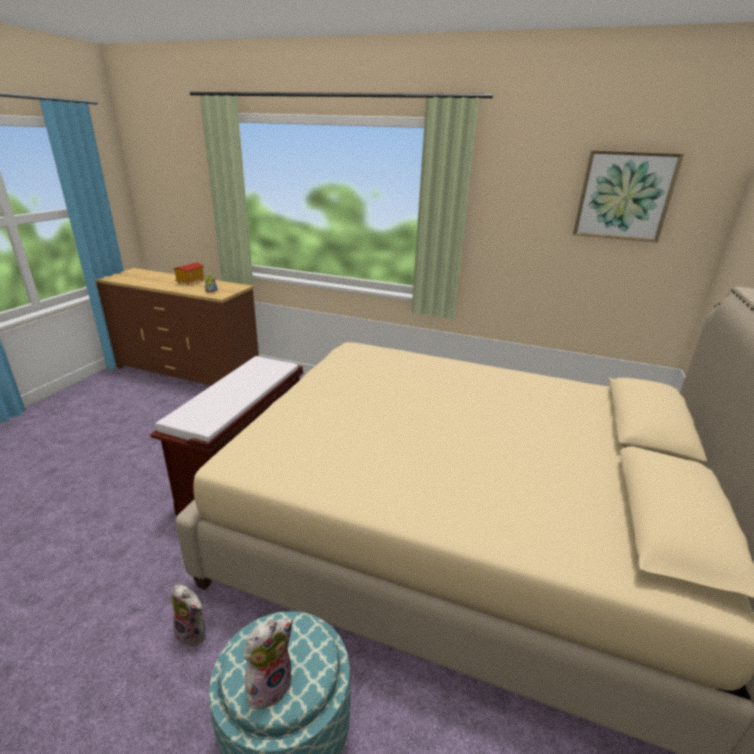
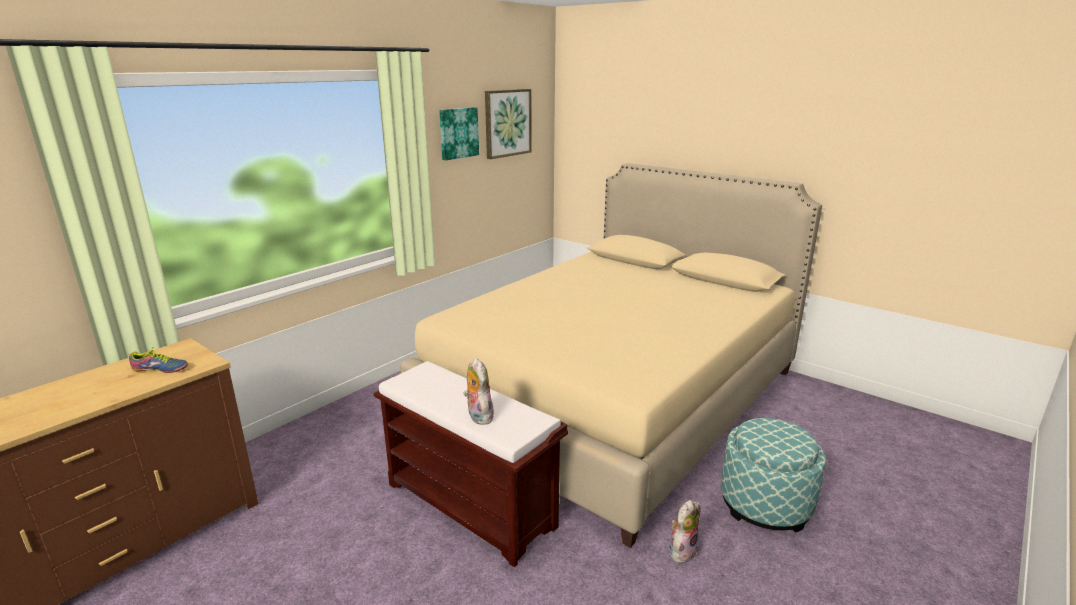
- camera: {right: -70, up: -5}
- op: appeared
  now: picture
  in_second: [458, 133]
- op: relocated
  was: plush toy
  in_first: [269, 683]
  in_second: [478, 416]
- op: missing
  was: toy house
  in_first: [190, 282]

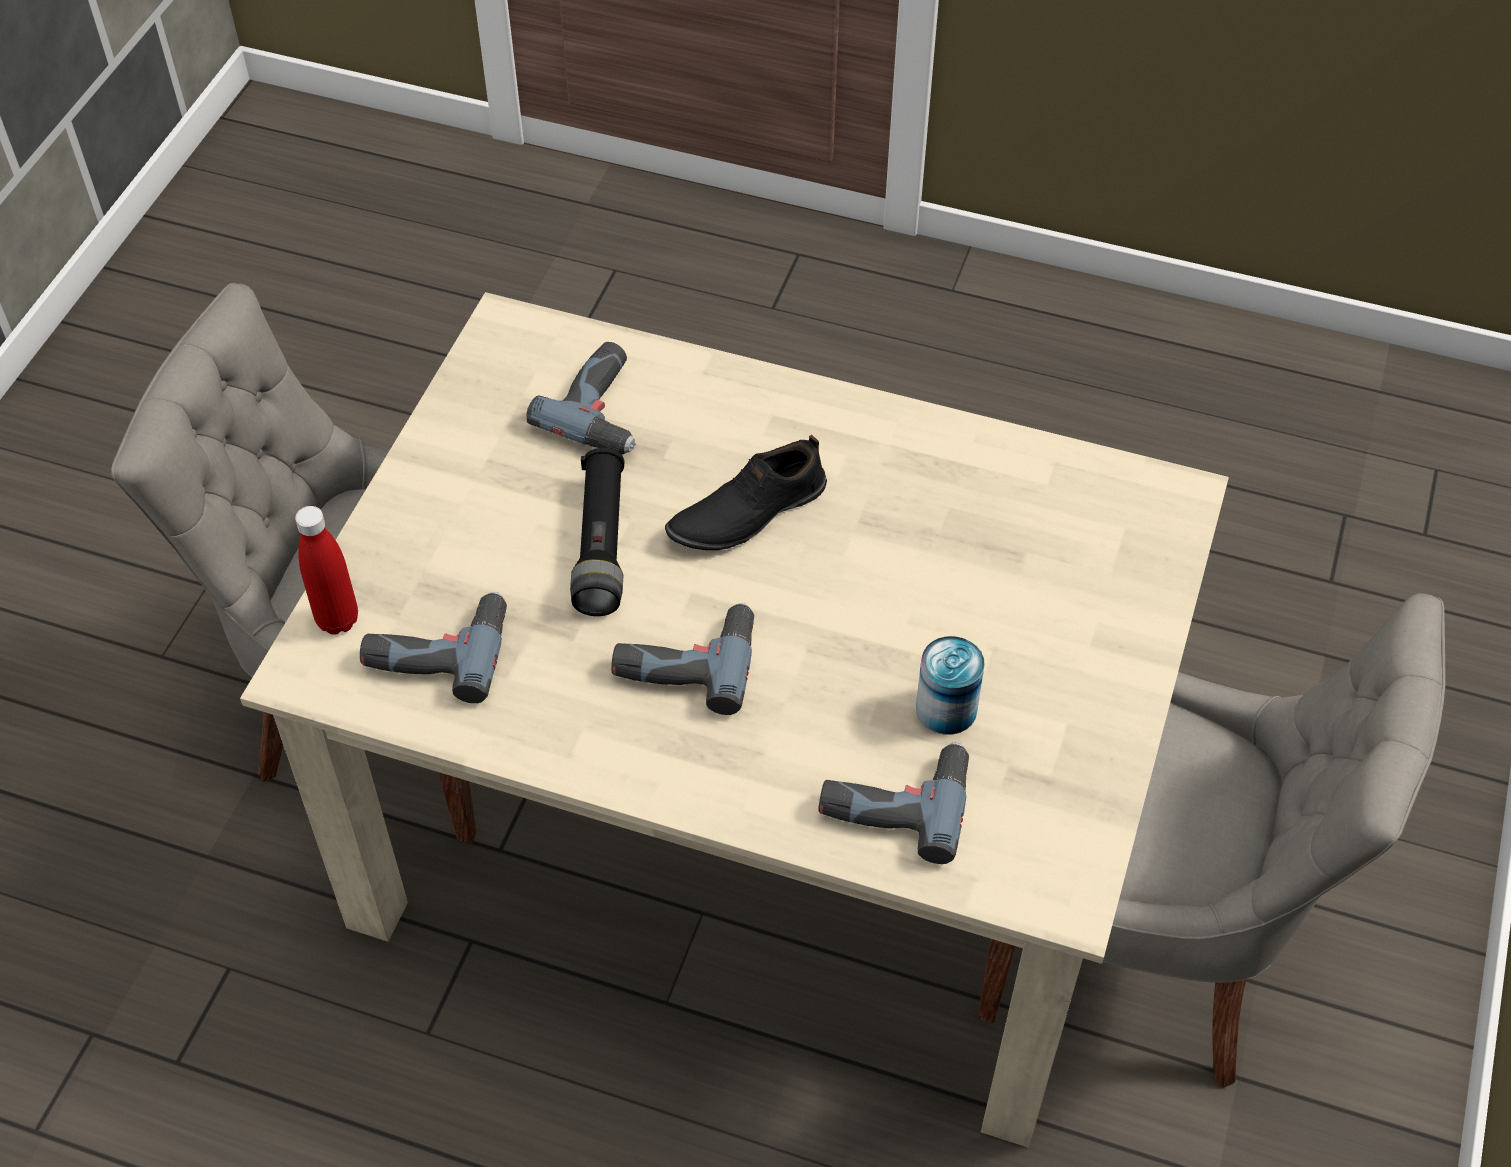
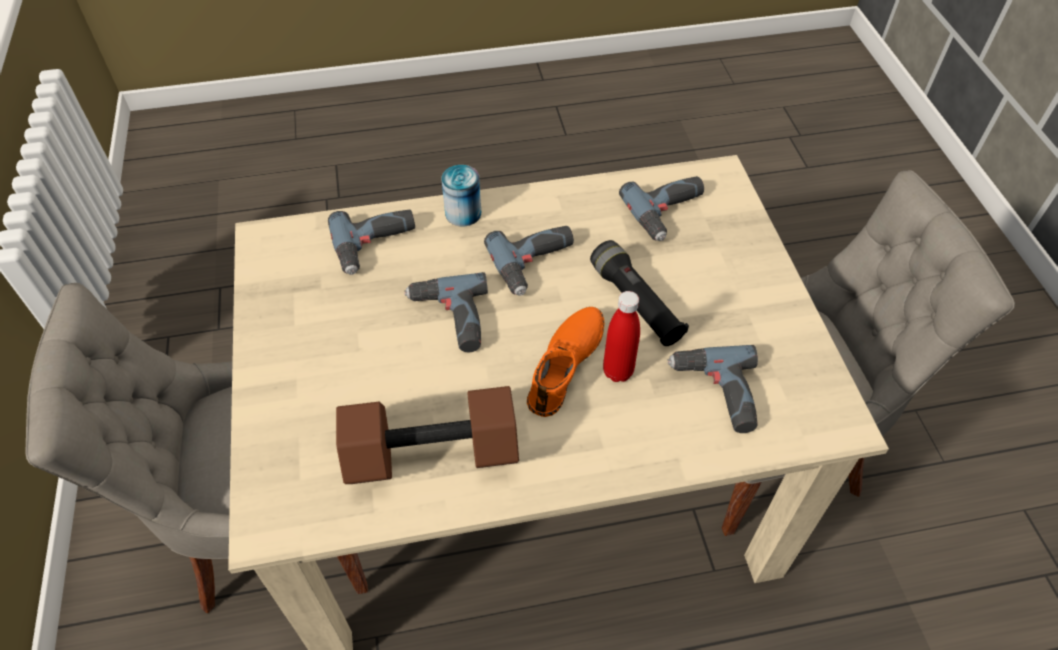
- camera: {right: 150, up: 0}
- op: appeared
  now: dumbbell in brown
  in_second: [431, 457]
- op: appeared
  now: power drill
  in_second: [449, 320]
- op: relocated
  was: can
  in_first: [946, 709]
  in_second: [463, 213]
- op: colour
  was: shoe in black
  now: shoe in orange
  in_first: [746, 512]
  in_second: [566, 365]
- op: relocated
  was: bottle in red
  in_first: [337, 620]
  in_second: [618, 371]

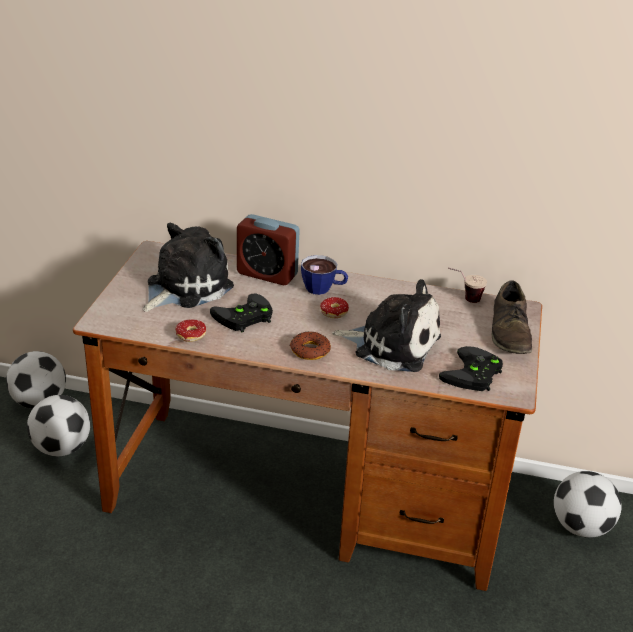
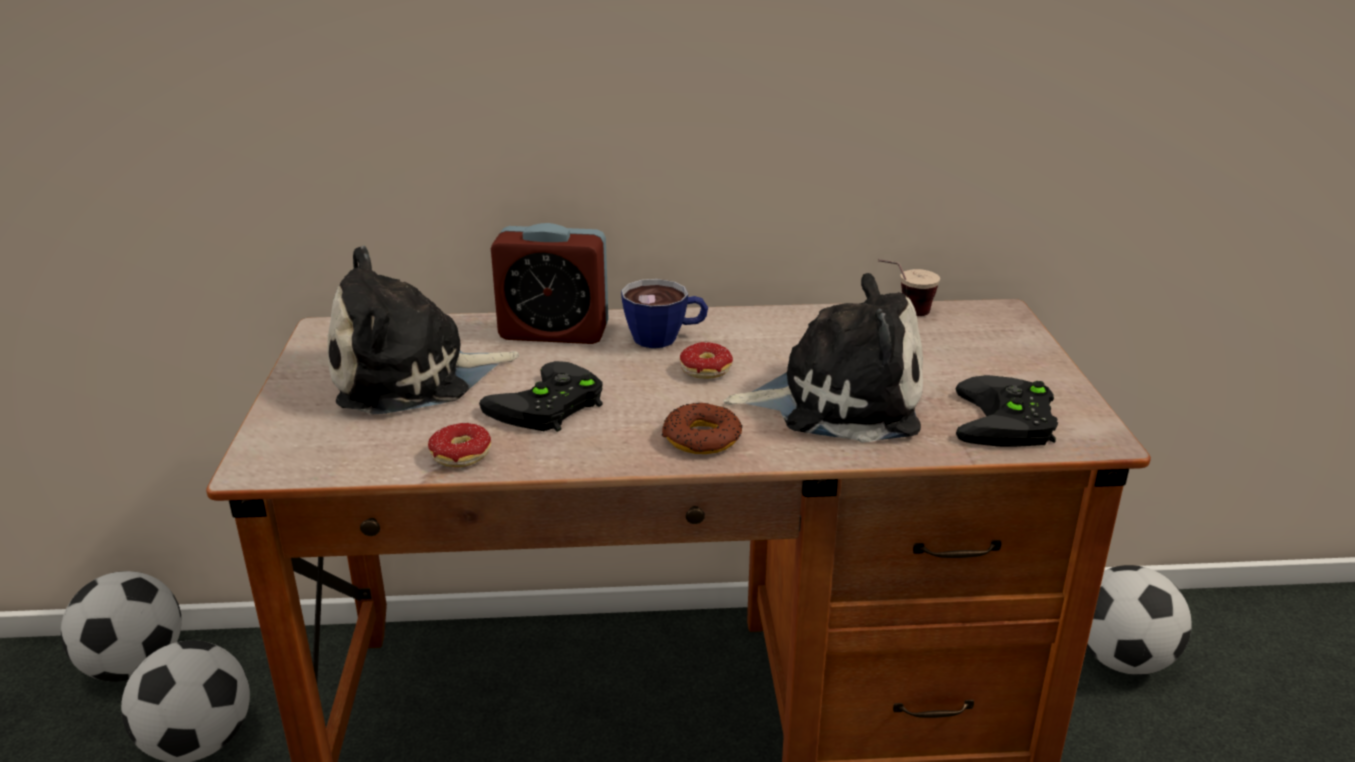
- camera: {right: -15, up: -5}
- op: spun
  was: plush toy
  in_first: [185, 287]
  in_second: [412, 377]
  clockwise: -135
- op: missing
  was: shoe in brown
  in_first: [510, 331]

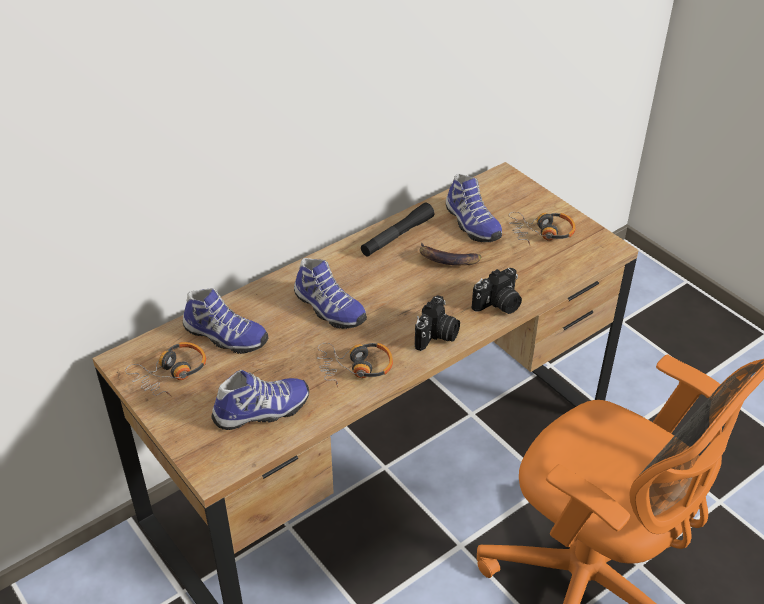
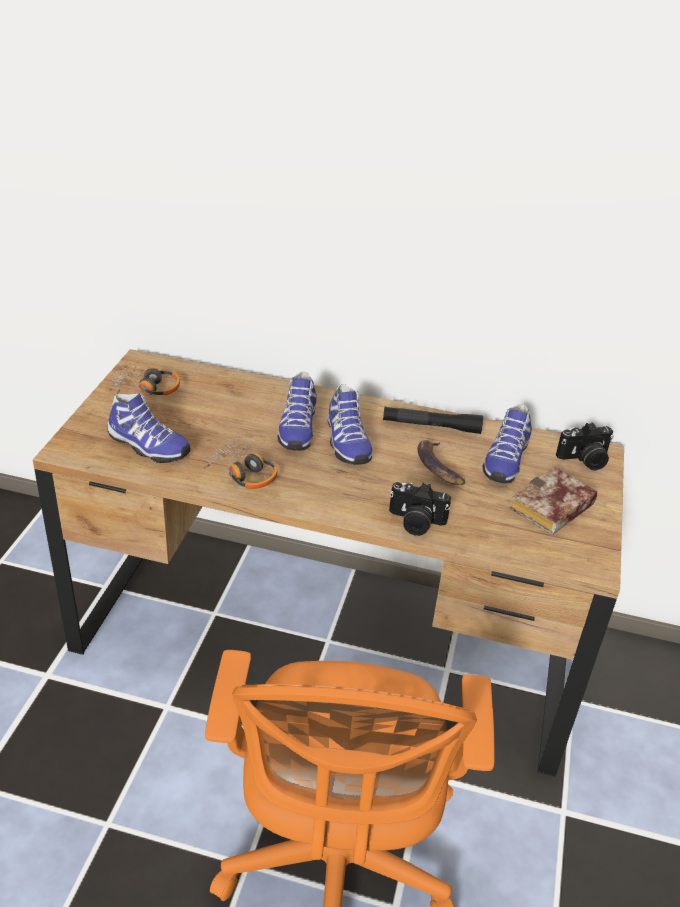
- camera: {right: 50, up: -5}
- op: relocated
  was: shoe
  in_first: [224, 337]
  in_second: [346, 442]
- op: exchanged
  was: headphones
  now: book
  in_first: [541, 233]
  in_second: [552, 510]
- op: relocated
  was: photo camera
  in_first: [437, 336]
  in_second: [584, 460]

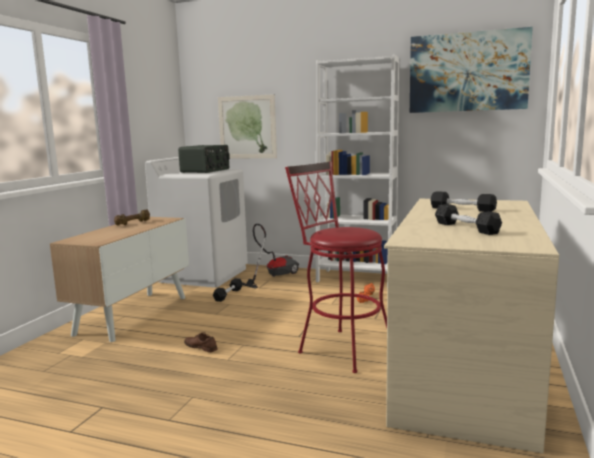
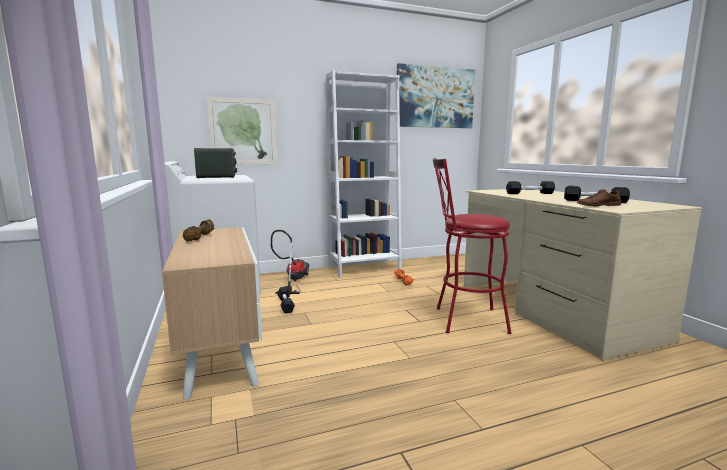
- camera: {right: -40, up: 0}
- op: relocated
  was: shoe in brown
  in_first: [200, 347]
  in_second: [598, 205]

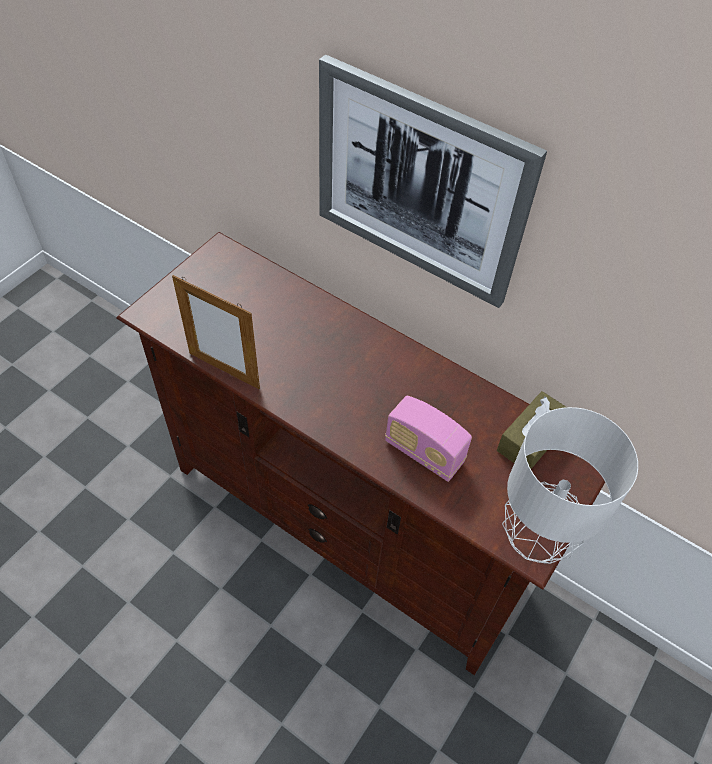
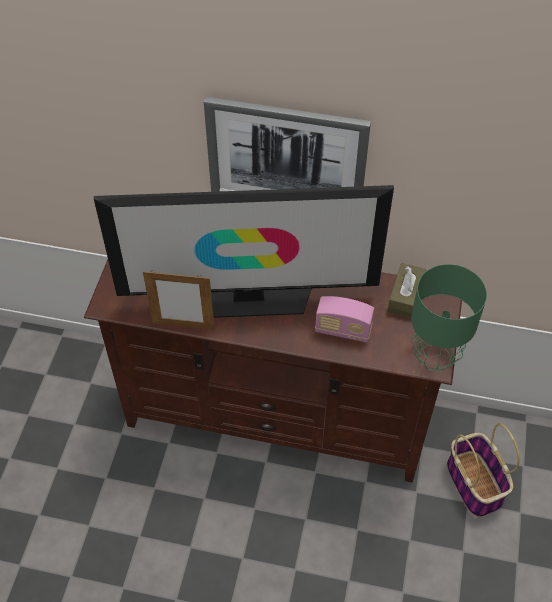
- camera: {right: -20, up: 0}
- op: appeared
  now: television
  in_second: [248, 297]
- op: colour
  was: table lamp in grey
  now: table lamp in green
  in_first: [536, 541]
  in_second: [436, 358]
- op: appeared
  now: basket
  in_second: [475, 484]

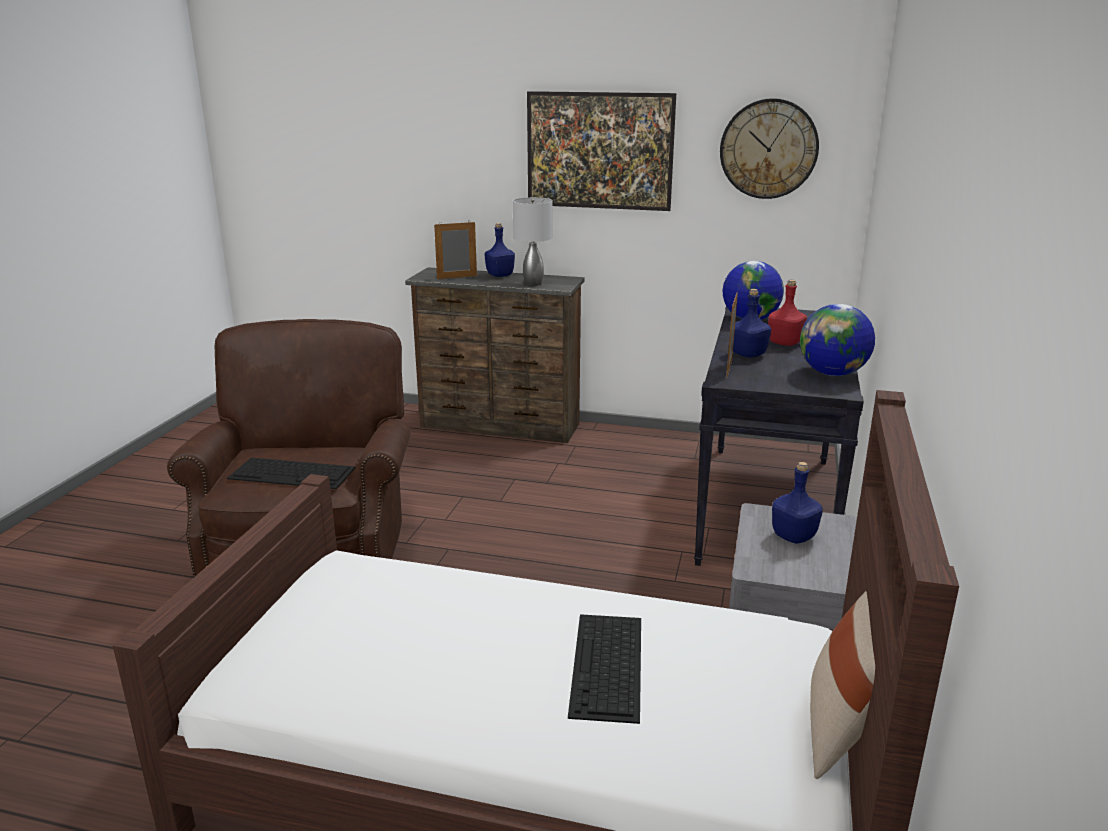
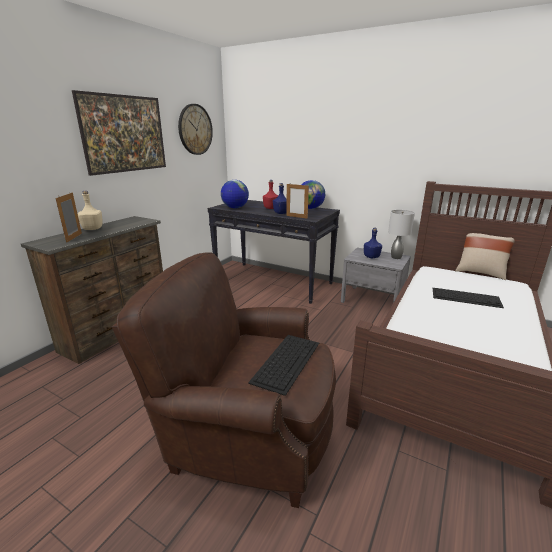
- camera: {right: -75, up: 0}
- op: colour
  was: bottle in blue
  now: bottle in beige
  in_first: [499, 275]
  in_second: [92, 229]
- op: relocated
  was: table lamp in grey
  in_first: [532, 283]
  in_second: [396, 257]

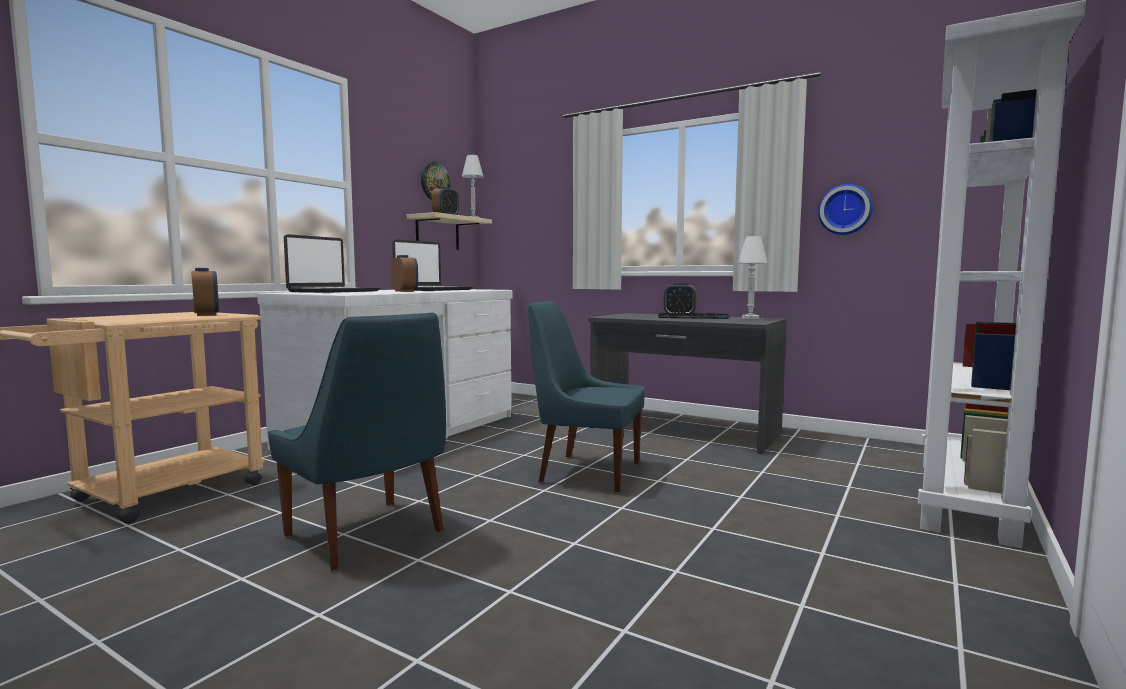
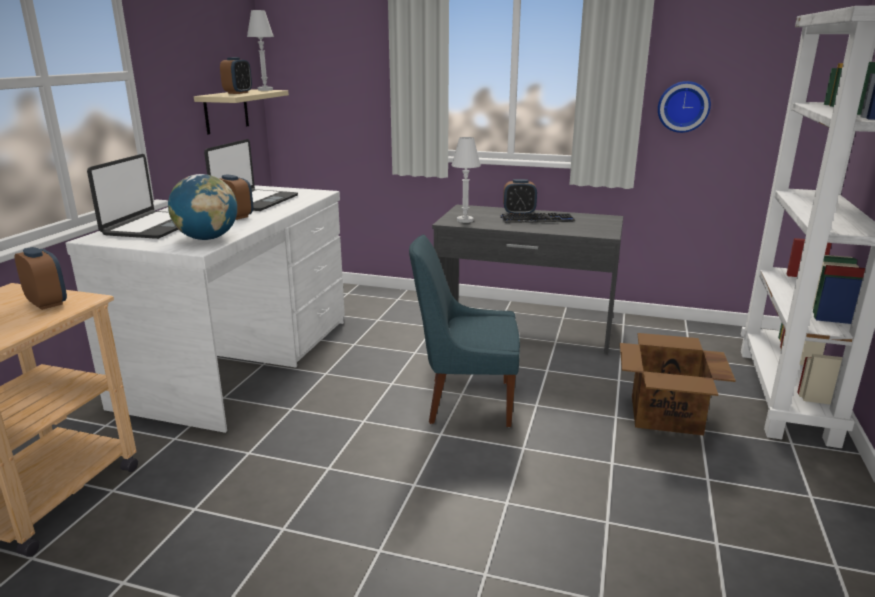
- camera: {right: -15, up: 15}
- op: appeared
  now: globe
  in_second: [207, 238]
- op: relocated
  was: table lamp in white
  in_first: [750, 318]
  in_second: [465, 220]
- op: appeared
  now: cardboard box
  in_second: [665, 415]
- op: missing
  was: chair in blue
  in_first: [368, 535]
- op: missing
  was: wall clock
  in_first: [434, 181]

